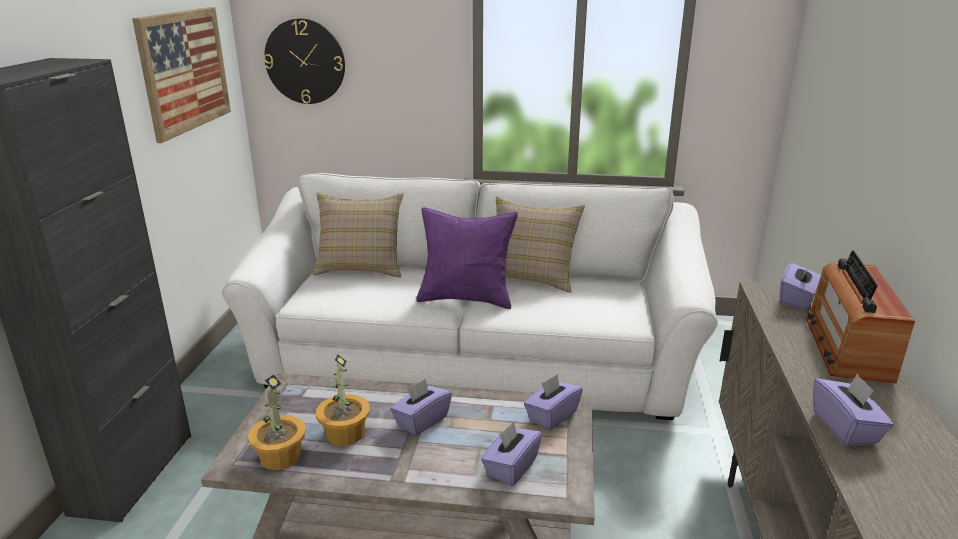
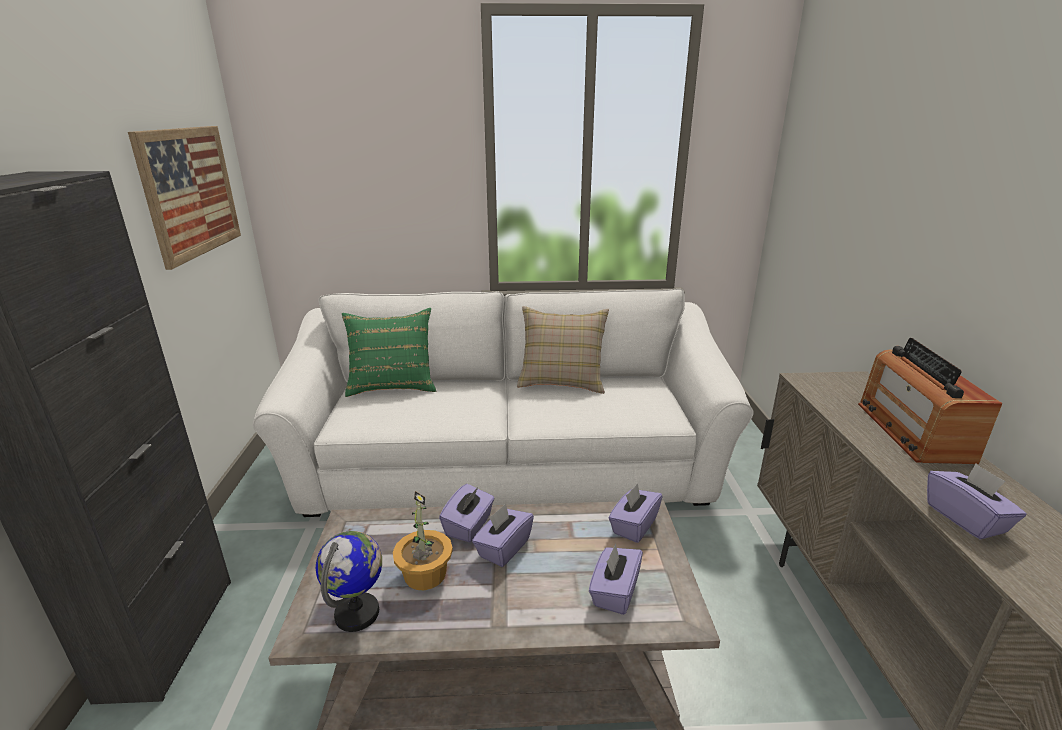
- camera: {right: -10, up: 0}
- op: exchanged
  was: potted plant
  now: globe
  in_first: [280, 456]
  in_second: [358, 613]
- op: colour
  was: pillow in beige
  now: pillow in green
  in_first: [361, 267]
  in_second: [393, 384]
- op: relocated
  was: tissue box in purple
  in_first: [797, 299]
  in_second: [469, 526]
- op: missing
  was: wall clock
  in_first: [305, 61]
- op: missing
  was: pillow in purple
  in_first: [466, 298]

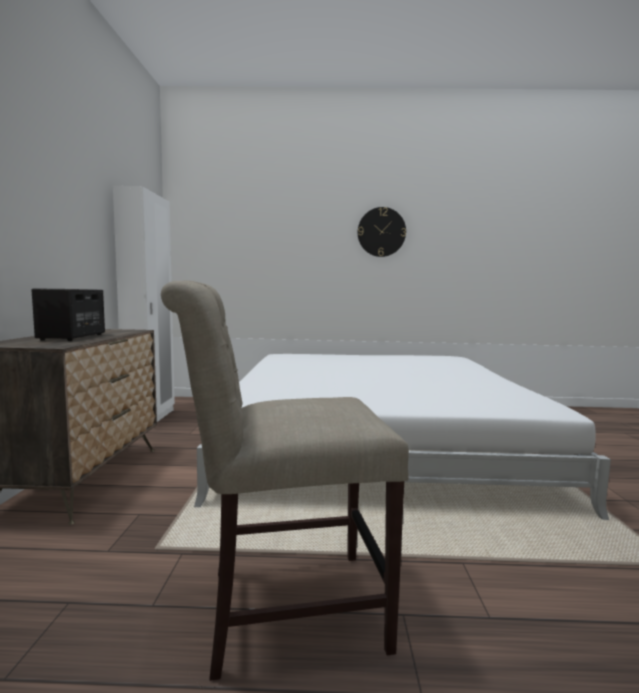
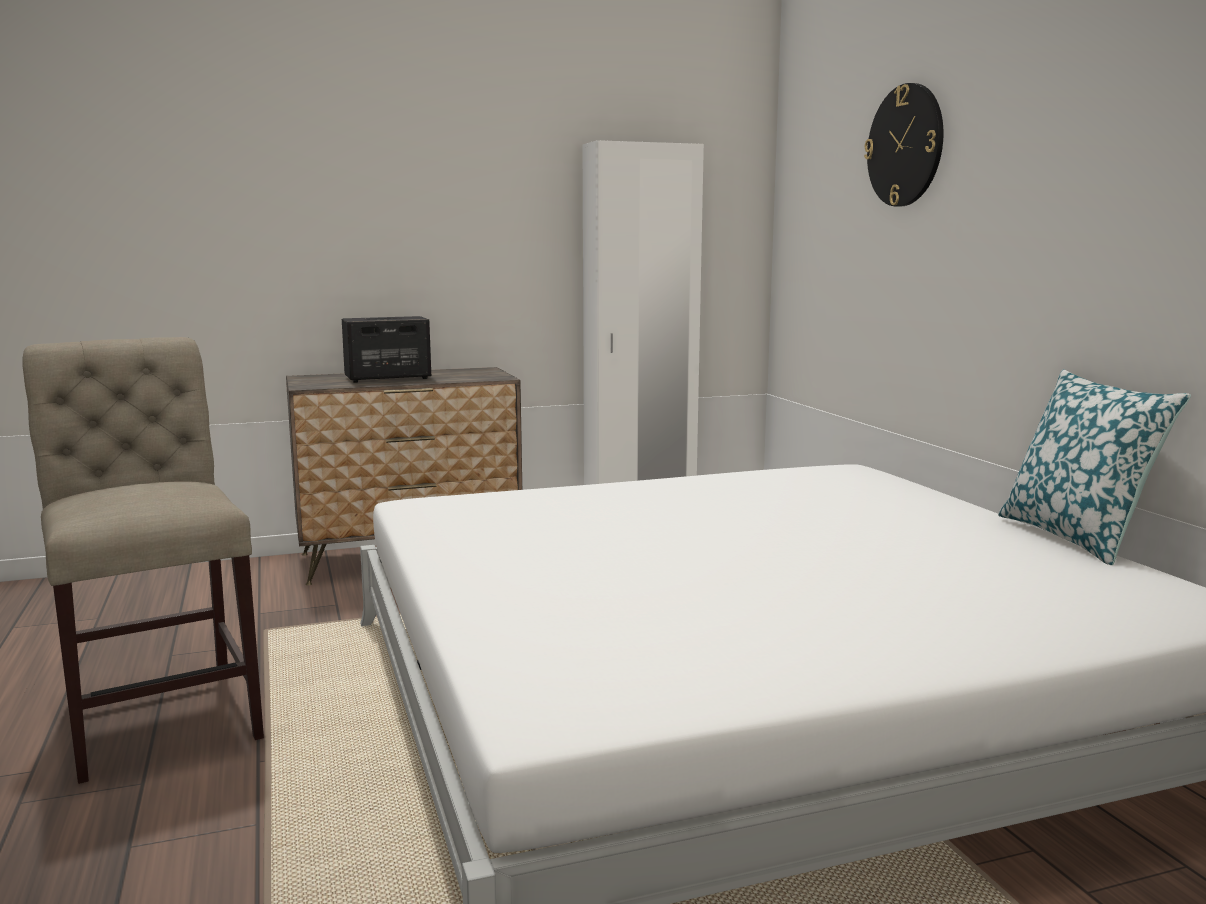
- camera: {right: 70, up: 5}
- op: relocated
  was: wall clock
  in_first: [381, 232]
  in_second: [905, 145]
- op: appeared
  now: pillow
  in_second: [1076, 538]

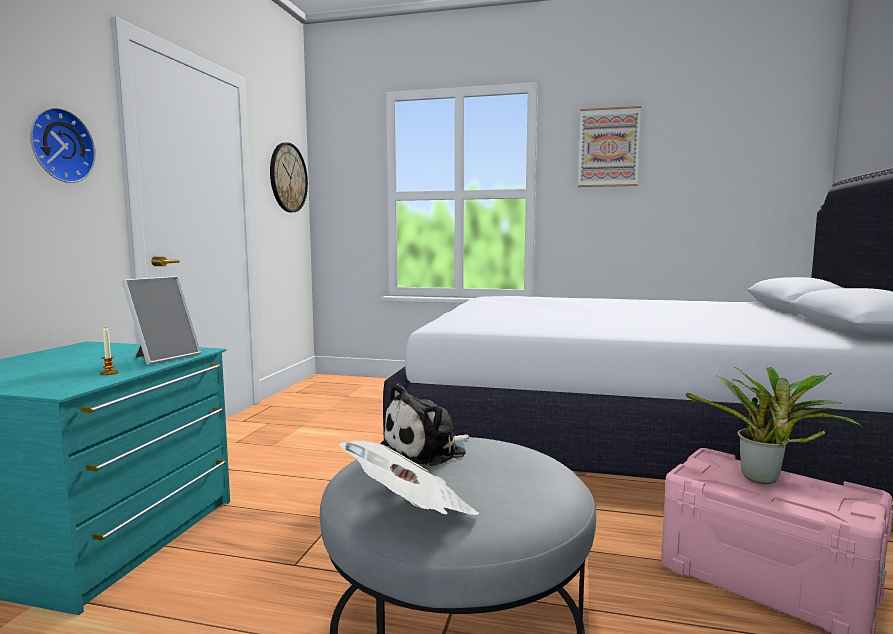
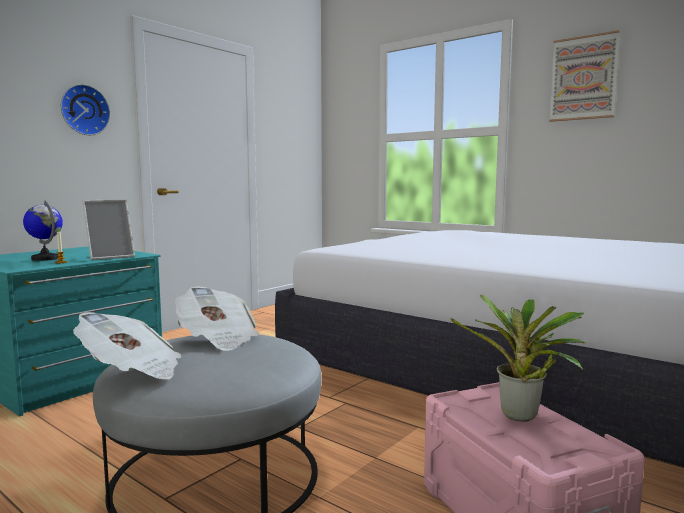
- camera: {right: 25, up: 0}
- op: appeared
  now: globe
  in_second: [45, 259]
- op: exchanged
  was: plush toy
  now: newspaper
  in_first: [428, 450]
  in_second: [217, 339]
- op: missing
  was: wall clock
  in_first: [288, 178]

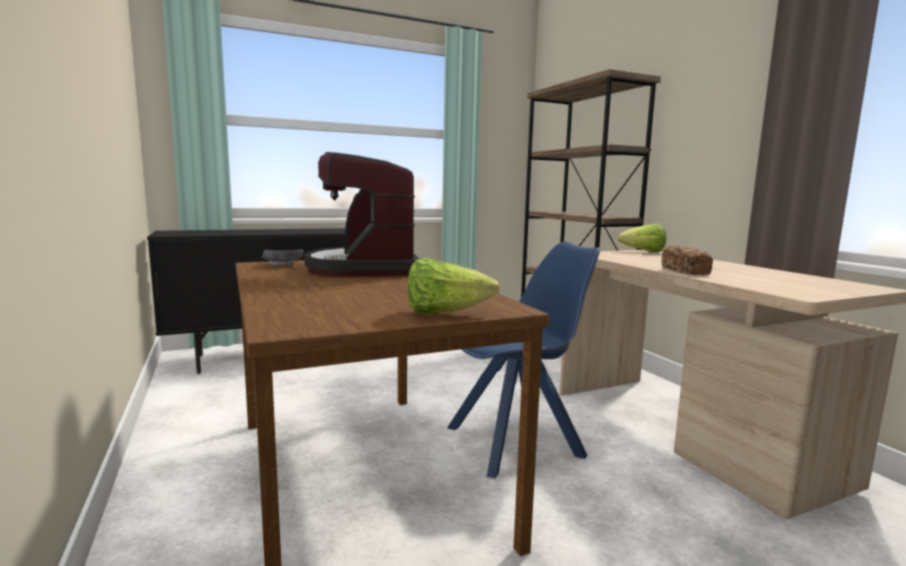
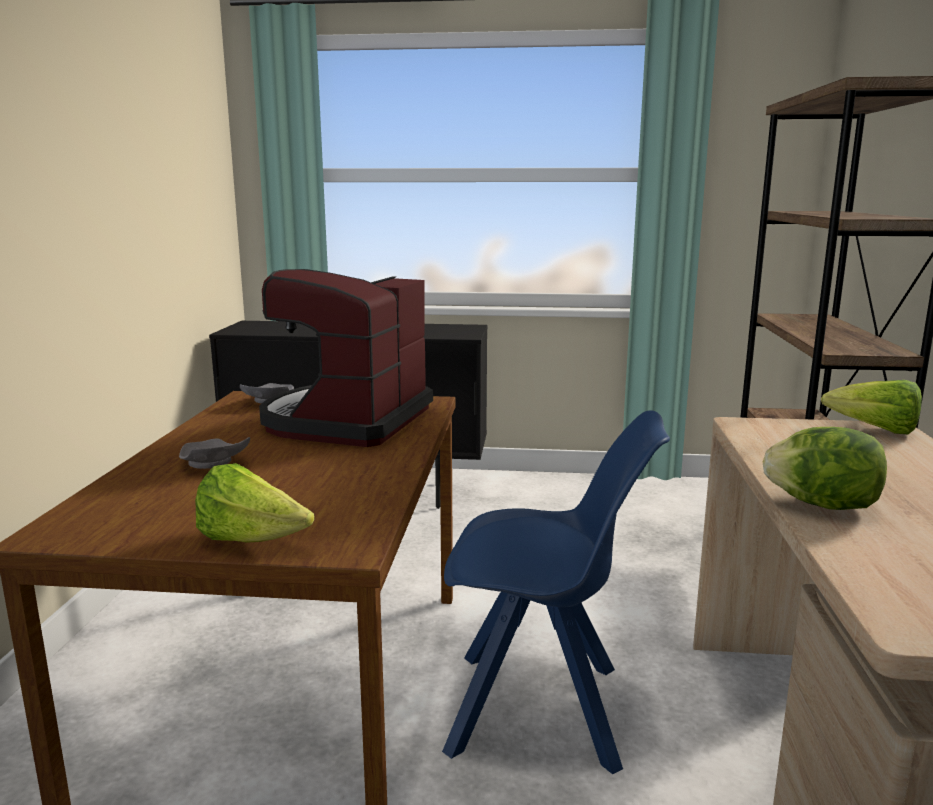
- camera: {right: 30, up: 5}
- op: appeared
  now: plate in grey
  in_second: [212, 464]
- op: exchanged
  was: bread
  now: lettuce
  in_first: [685, 271]
  in_second: [822, 505]

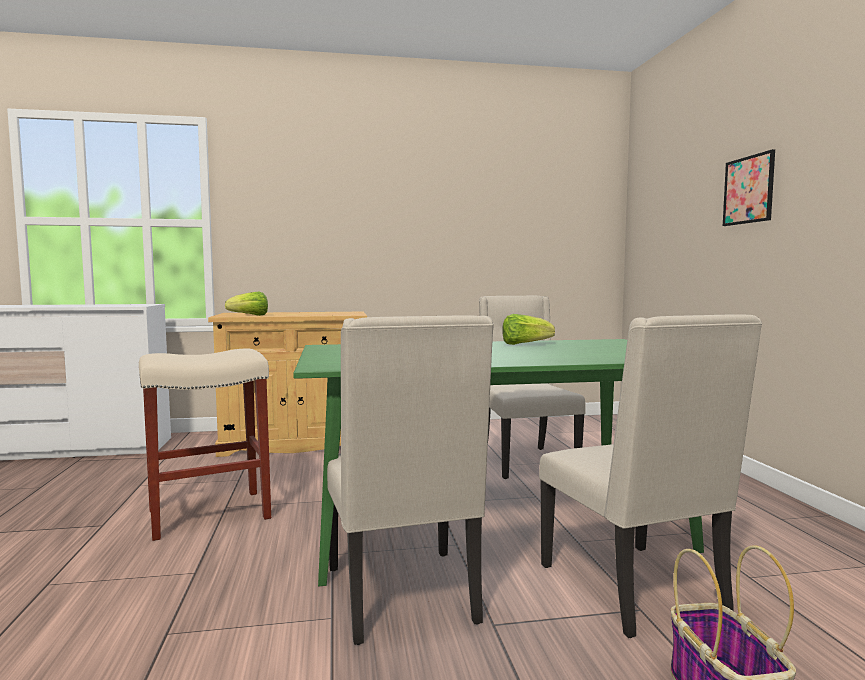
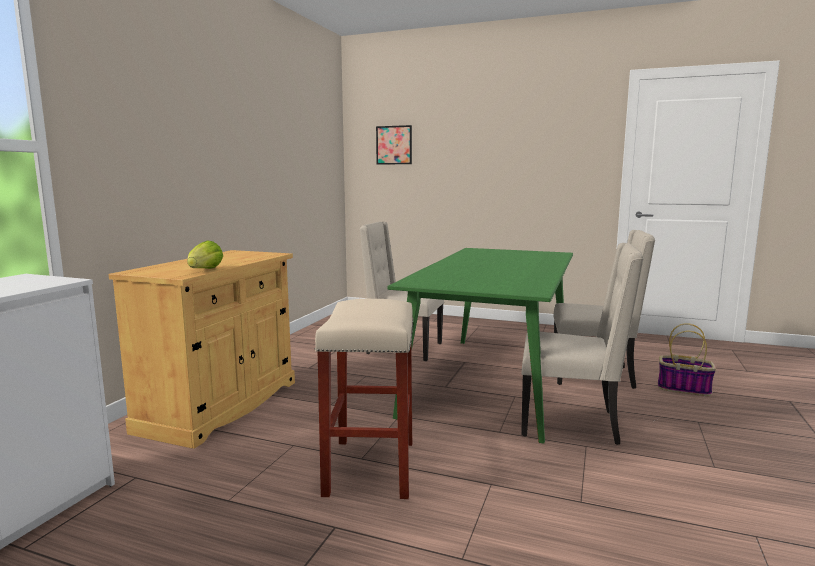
- camera: {right: -60, up: 5}
- op: relocated
  was: picture
  in_first: [748, 190]
  in_second: [394, 145]
- op: missing
  was: lettuce
  in_first: [524, 344]

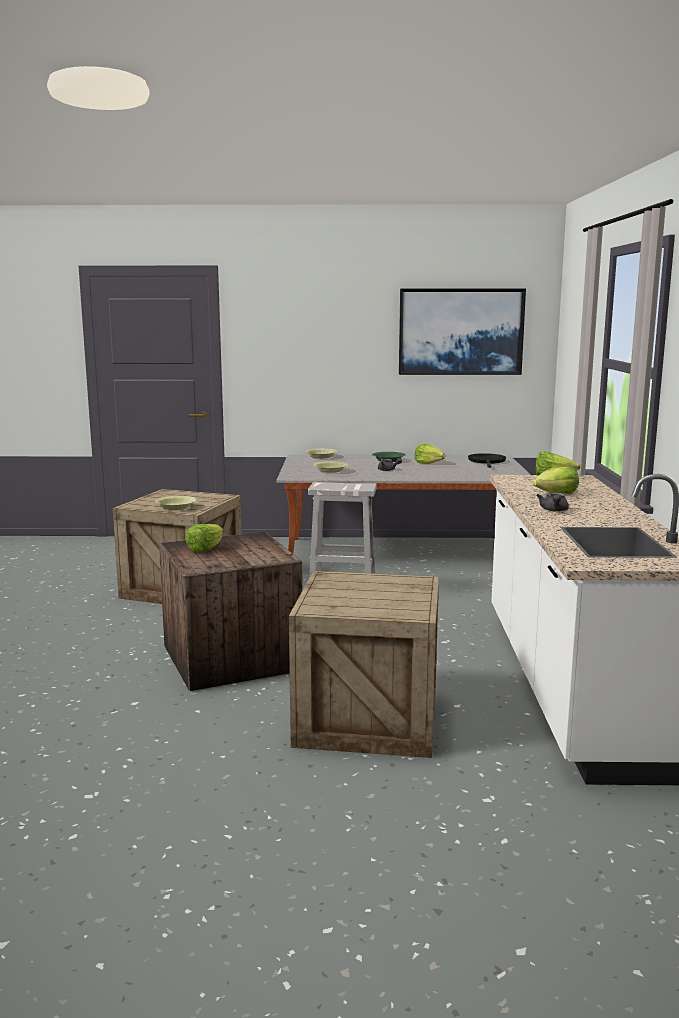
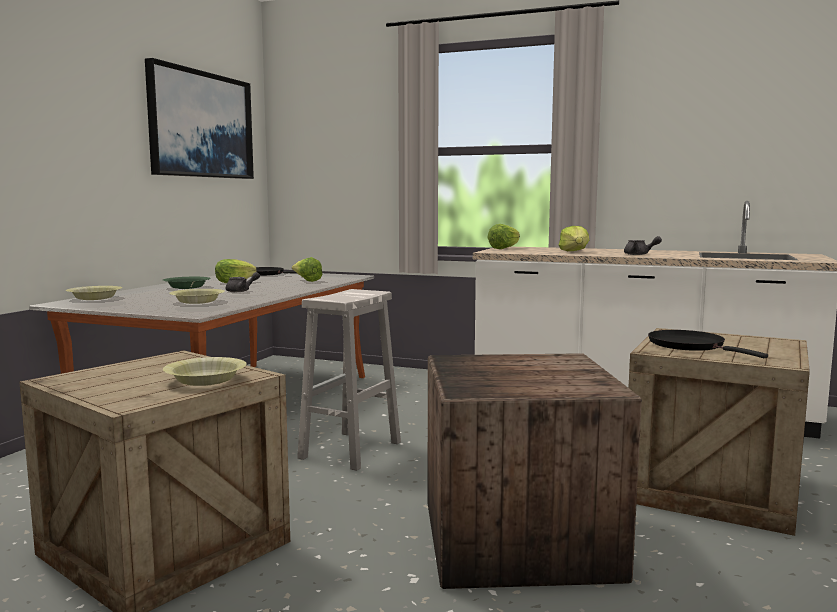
- camera: {right: -70, up: -5}
- op: relocated
  was: lettuce
  in_first: [205, 549]
  in_second: [306, 281]
- op: appeared
  now: frying pan in black
  in_second: [690, 346]

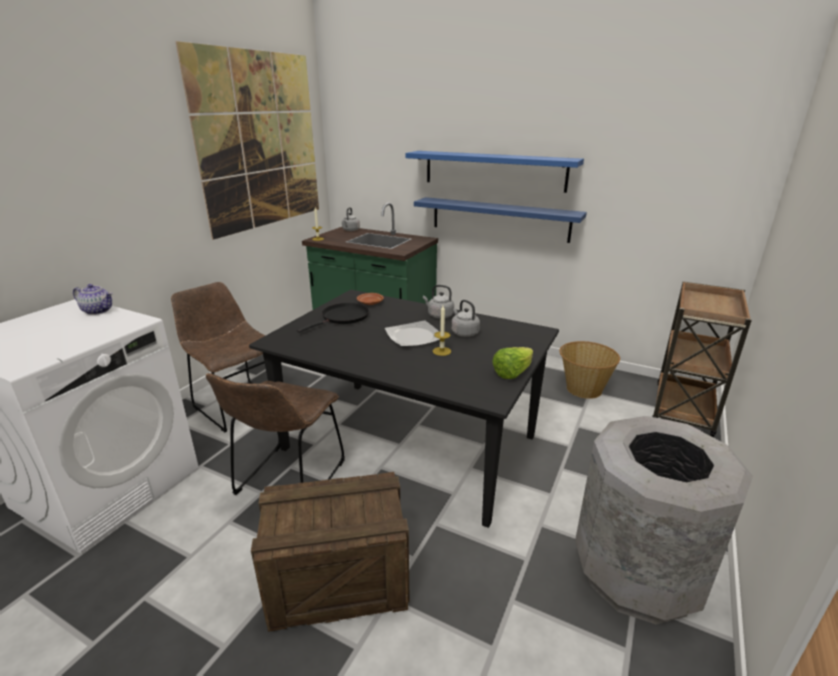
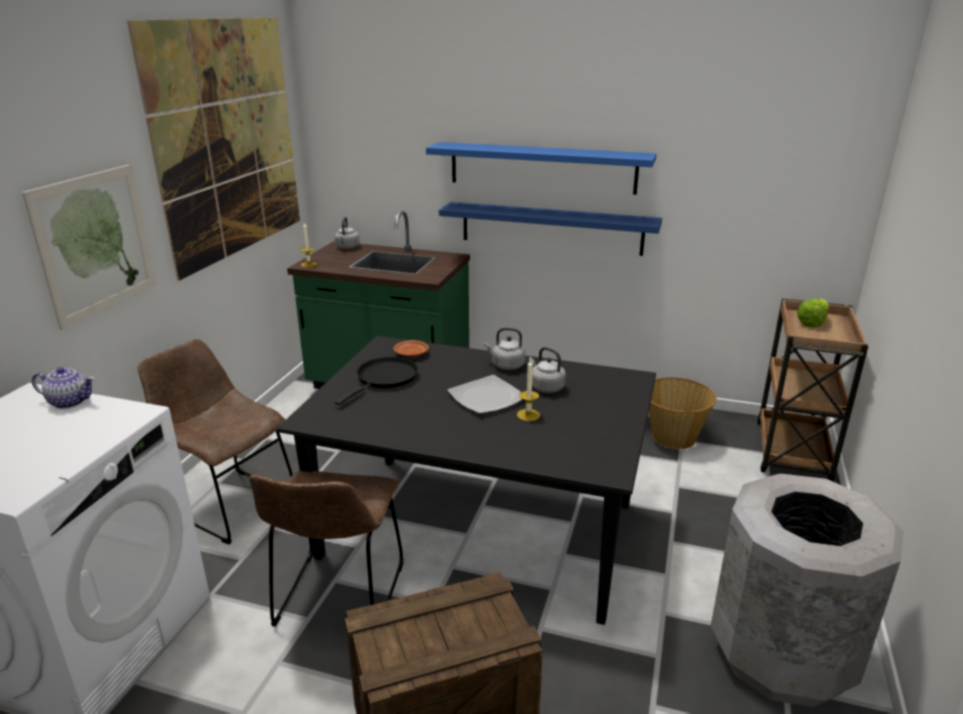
- camera: {right: -10, up: 0}
- op: appeared
  now: picture
  in_second: [95, 243]
- op: relocated
  was: lettuce
  in_first: [512, 373]
  in_second: [812, 322]

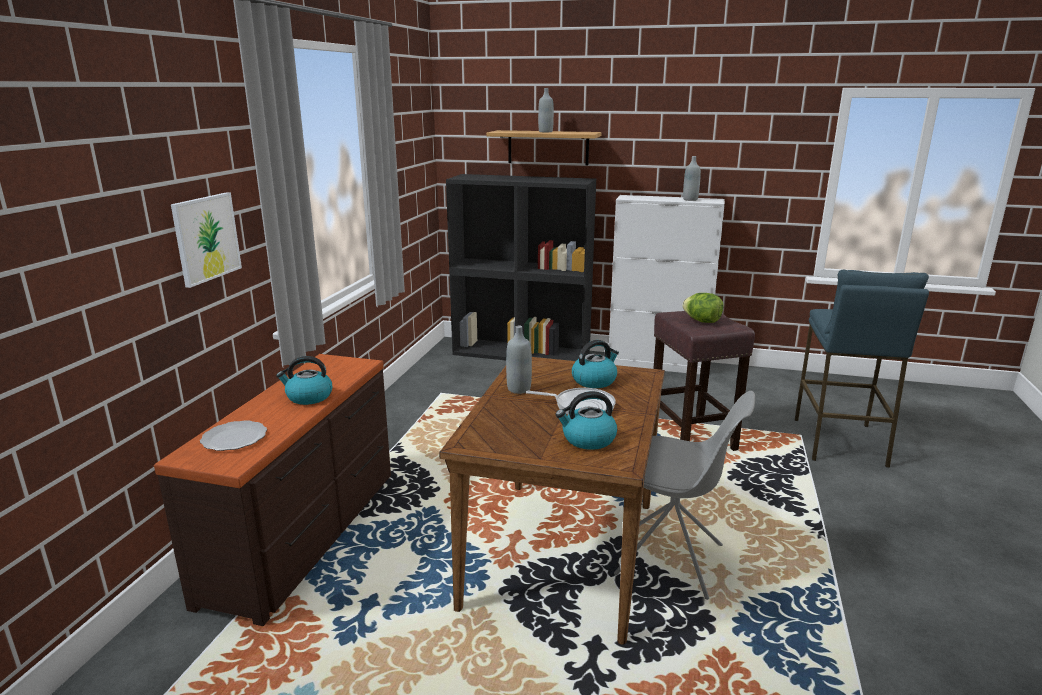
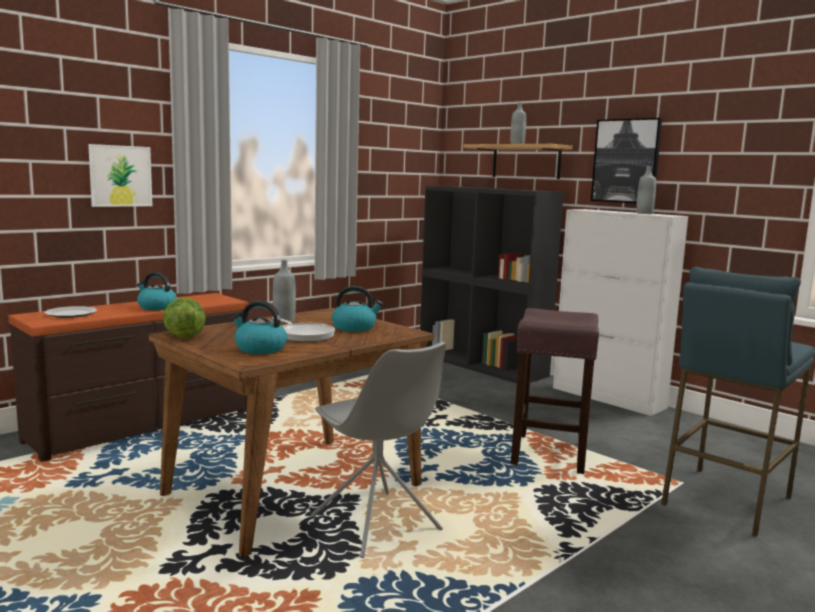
- camera: {right: 30, up: -10}
- op: relocated
  was: lettuce
  in_first: [702, 321]
  in_second: [184, 336]
- op: appeared
  now: picture
  in_second: [626, 161]

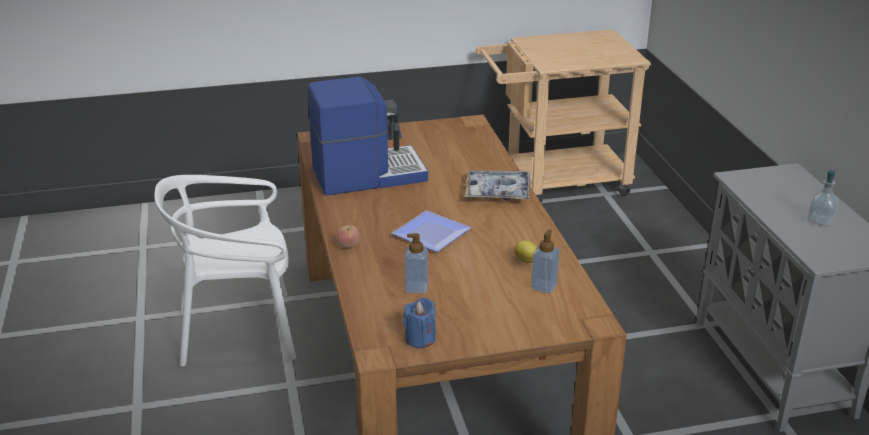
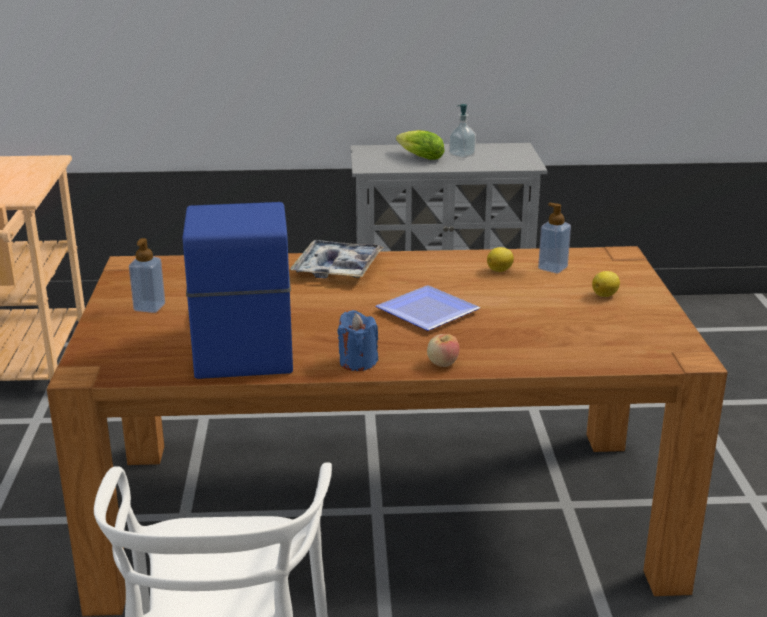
- camera: {right: -80, up: -5}
- op: relocated
  was: soap dispenser
  in_first: [416, 287]
  in_second: [149, 307]
- op: relocated
  was: candle in blue
  in_first: [420, 339]
  in_second: [357, 362]
- op: appeared
  now: lettuce
  in_second: [418, 157]
- op: appeared
  now: lemon
  in_second: [605, 295]

